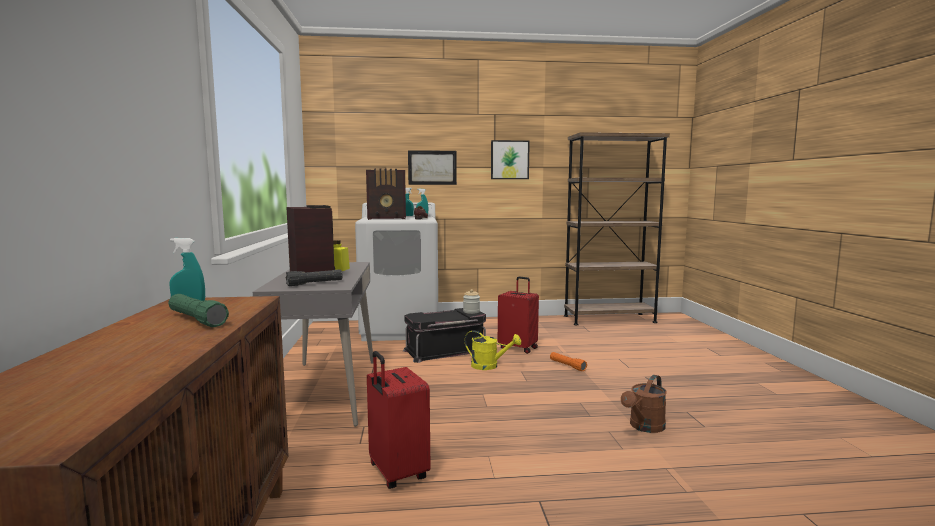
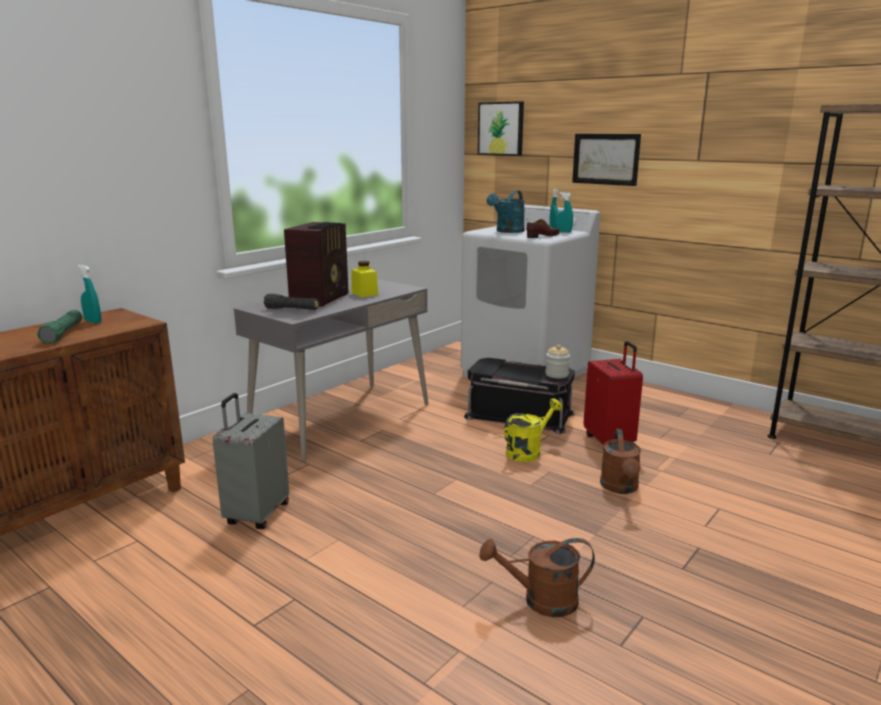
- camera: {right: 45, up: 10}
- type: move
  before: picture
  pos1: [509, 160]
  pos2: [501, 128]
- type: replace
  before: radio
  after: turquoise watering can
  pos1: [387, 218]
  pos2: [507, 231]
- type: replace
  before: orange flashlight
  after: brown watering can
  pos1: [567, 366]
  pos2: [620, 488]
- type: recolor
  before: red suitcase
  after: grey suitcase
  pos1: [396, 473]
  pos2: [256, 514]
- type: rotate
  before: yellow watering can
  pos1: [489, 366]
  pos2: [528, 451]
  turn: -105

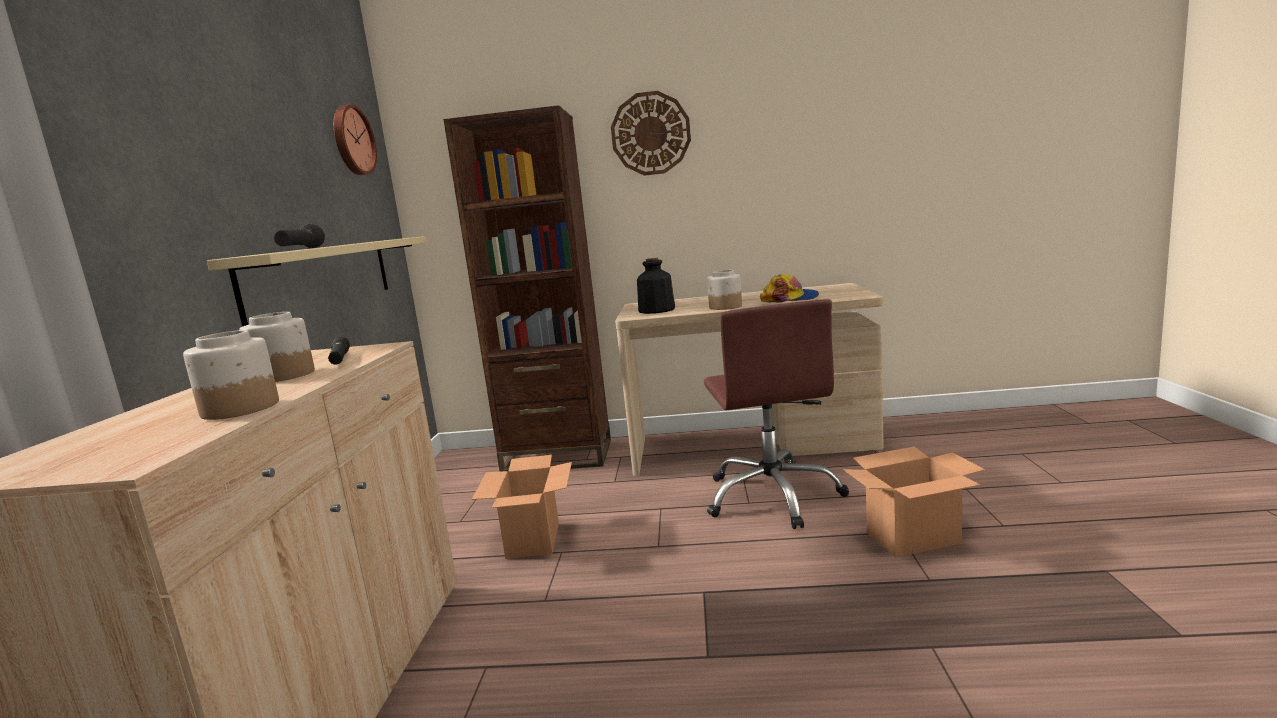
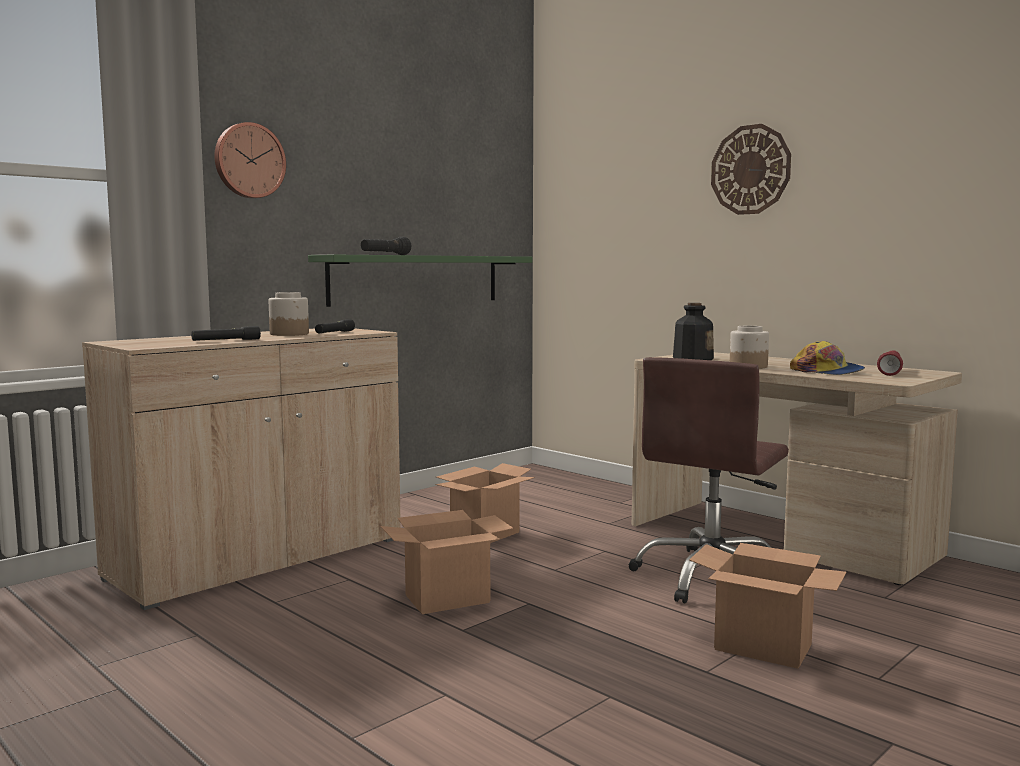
- camera: {right: 40, up: -5}
- type: delete
  before: brown bookcase
  pos1: [558, 456]
- type: insert
  after: cardboard box
  pos2: [448, 598]
- type: insert
  after: red flashlight
  pos2: [890, 372]
- type: move
  before: wall clock
  pos1: [352, 140]
  pos2: [248, 161]
- type: replace
  before: jar
  after: black flashlight
  pos1: [239, 409]
  pos2: [226, 340]
- type: recolor
  before: beige shelf
  after: green shelf
  pos1: [322, 277]
  pos2: [416, 279]

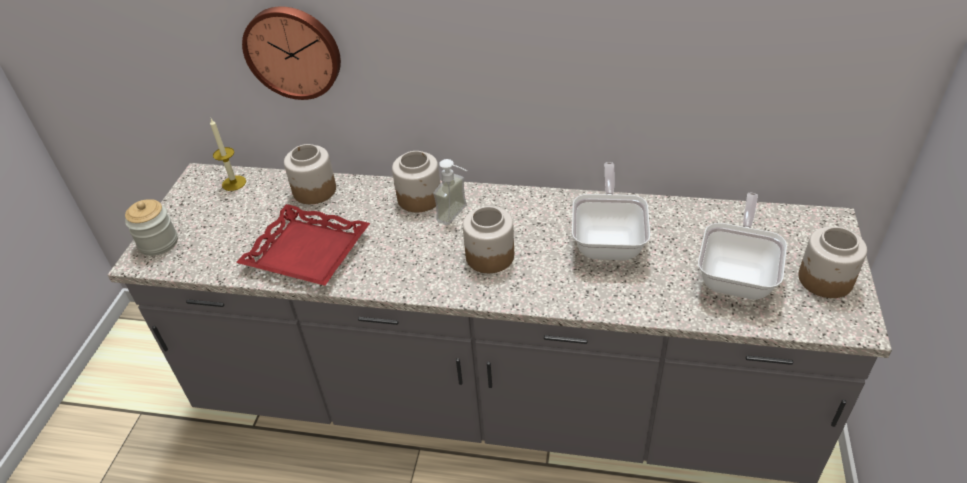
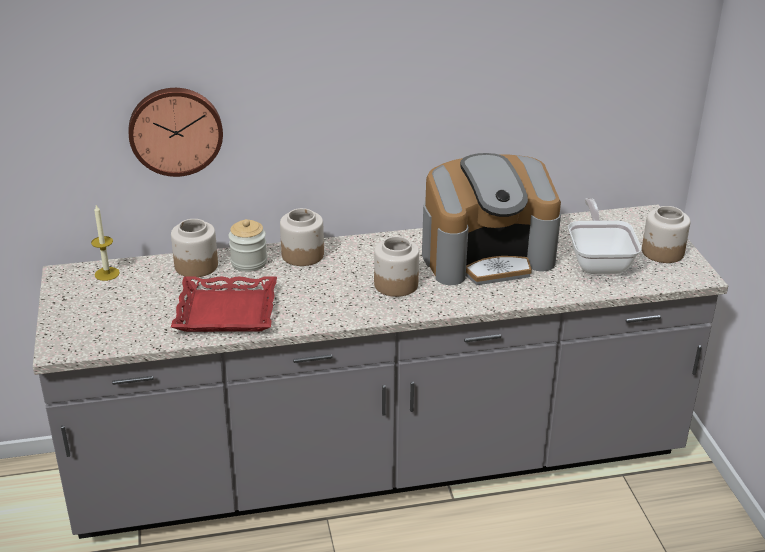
- camera: {right: -25, up: -10}
- type: delete
  before: soap dispenser
  pos1: [458, 216]
- type: move
  before: jar
  pos1: [158, 243]
  pos2: [249, 262]
- type: replace
  before: frying pan
  after: coffee machine
  pos1: [609, 240]
  pos2: [487, 256]

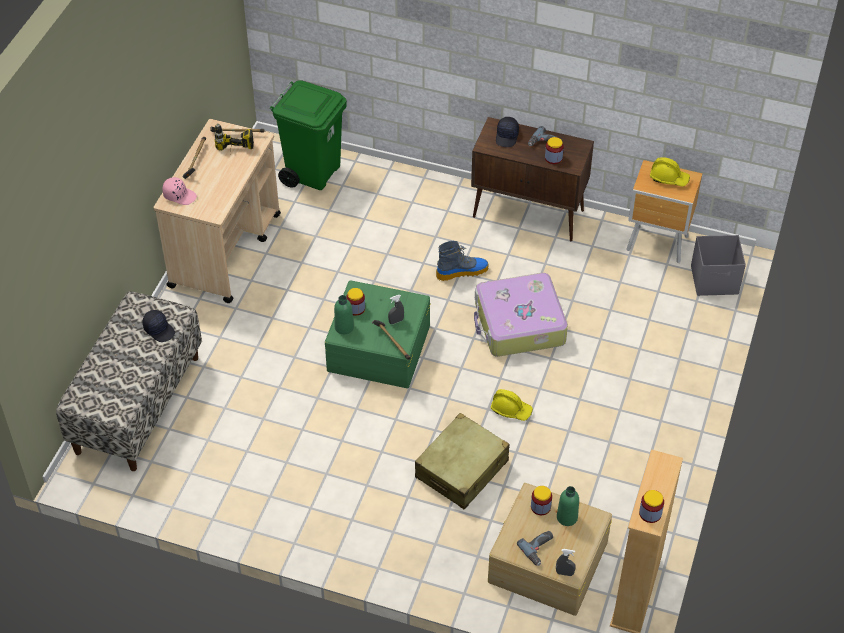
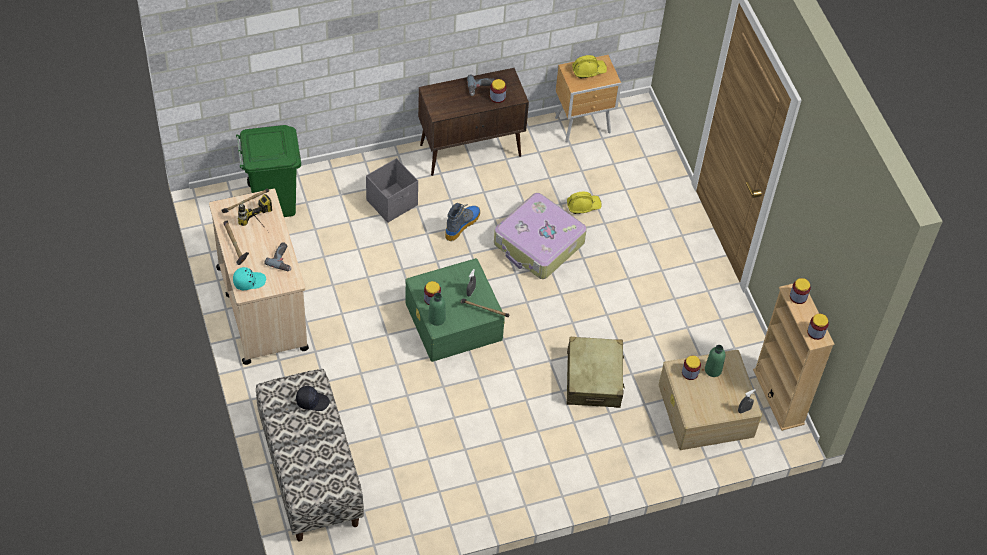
- camera: {right: -40, up: 5}
- type: delete
  before: black cap
  pos1: [507, 136]
- type: insert
  after: jar
  pos2: [798, 297]
- type: move
  before: yellow hard hat
  pos1: [511, 409]
  pos2: [583, 206]
- type: move
  before: power drill
  pos1: [540, 549]
  pos2: [283, 259]
- type: move
  before: grey storage box
  pos1: [715, 281]
  pos2: [392, 203]
- type: recolor
  before: pink cap
  after: turquoise cap
  pos1: [180, 195]
  pos2: [249, 281]

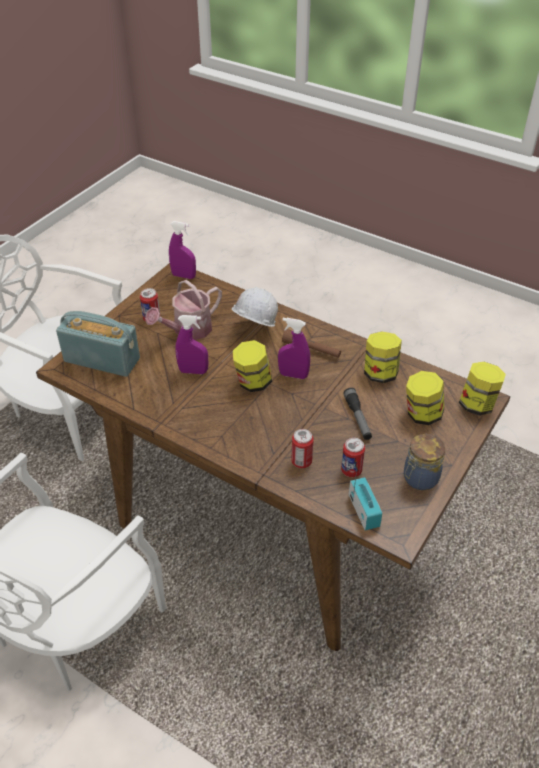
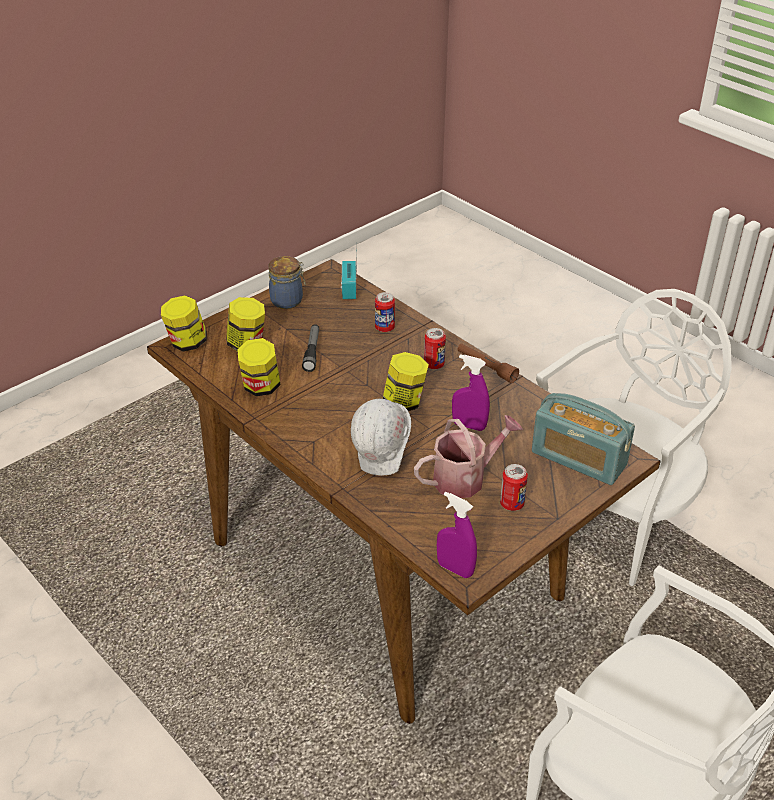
- camera: {right: -165, up: -5}
- type: delete
  before: purple spray bottle
  pos1: [293, 375]
- type: move
  before: brown flashlight
  pos1: [311, 350]
  pos2: [486, 367]
- type: move
  before: can
  pos1: [351, 470]
  pos2: [434, 364]

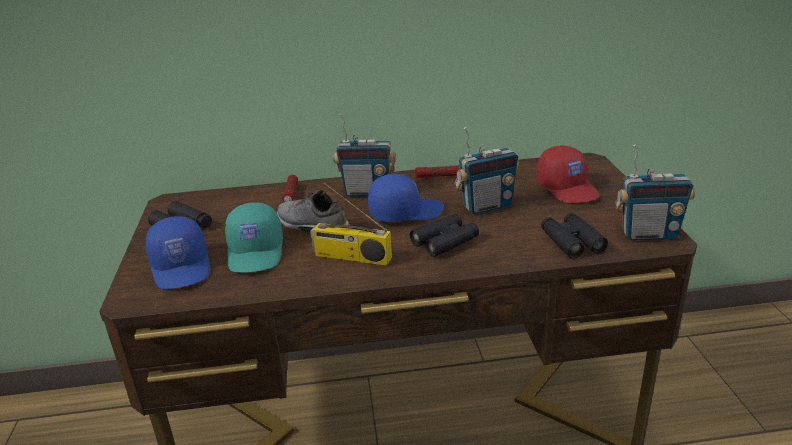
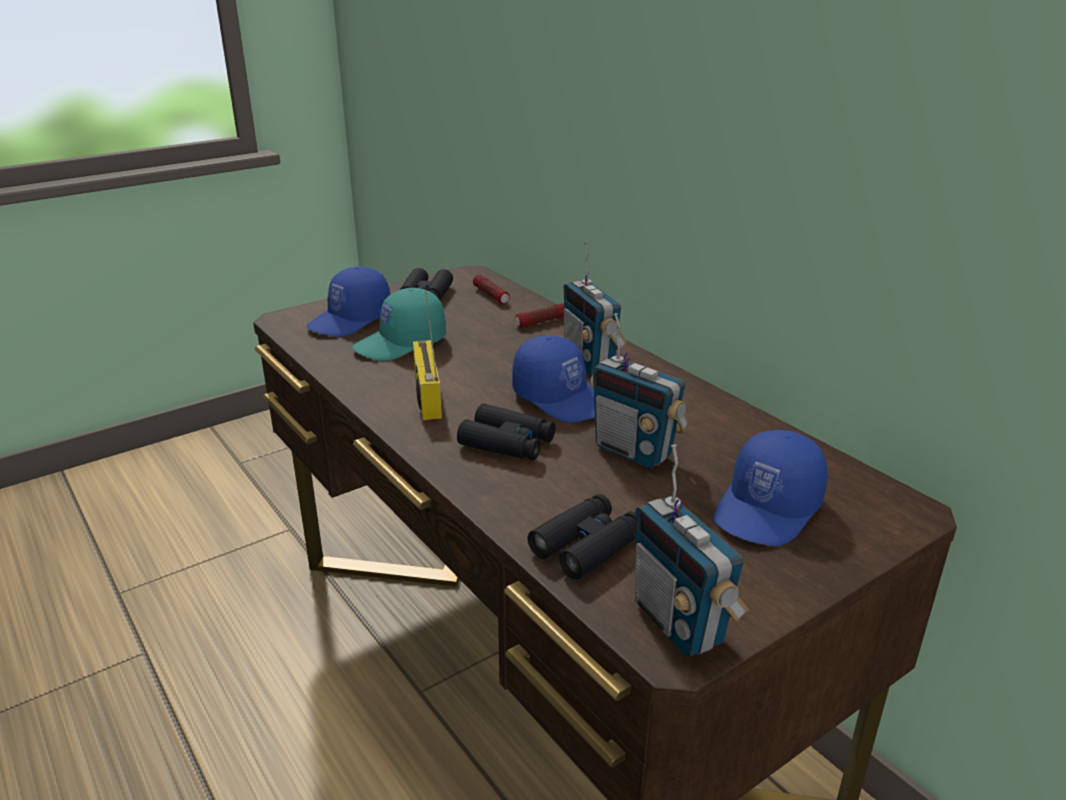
- camera: {right: 60, up: 0}
- type: delete
  before: grey shoe
  pos1: [311, 226]
- type: move
  before: flashlight
  pos1: [437, 176]
  pos2: [491, 295]
- type: recolor
  before: red cap
  after: blue cap
  pos1: [568, 188]
  pos2: [769, 510]

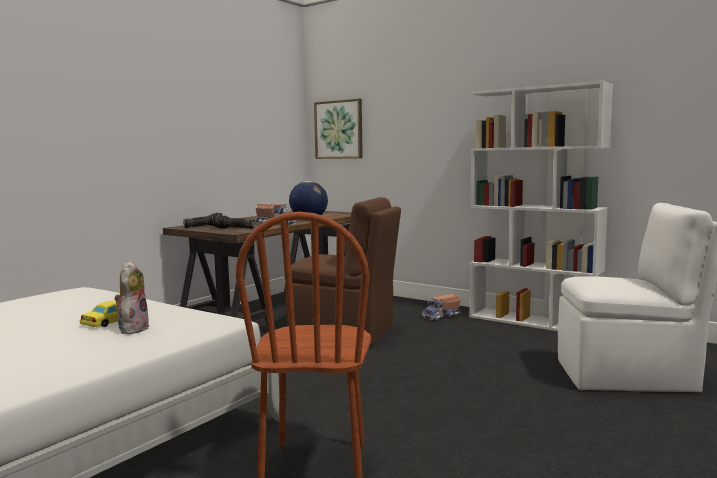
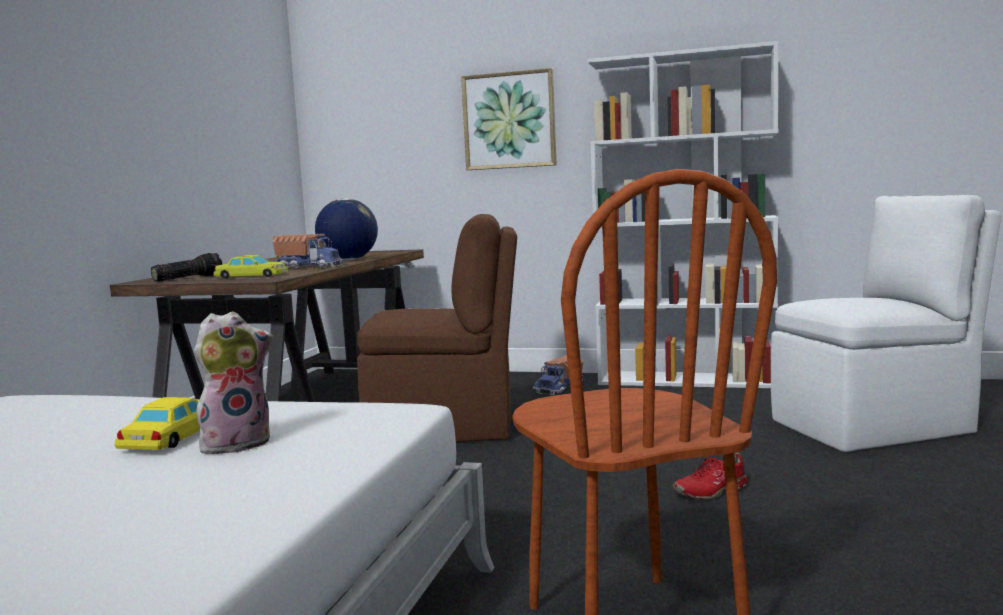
- camera: {right: -20, up: 0}
- type: insert
  after: red shoe
  pos2: [711, 491]
- type: move
  before: picture
  pos1: [339, 129]
  pos2: [509, 120]
- type: replace
  before: flashlight
  after: yellow toy car
  pos1: [234, 228]
  pos2: [251, 276]
- type: rotate
  before: plush toy
  pos1: [133, 329]
  pos2: [237, 443]
  turn: 75

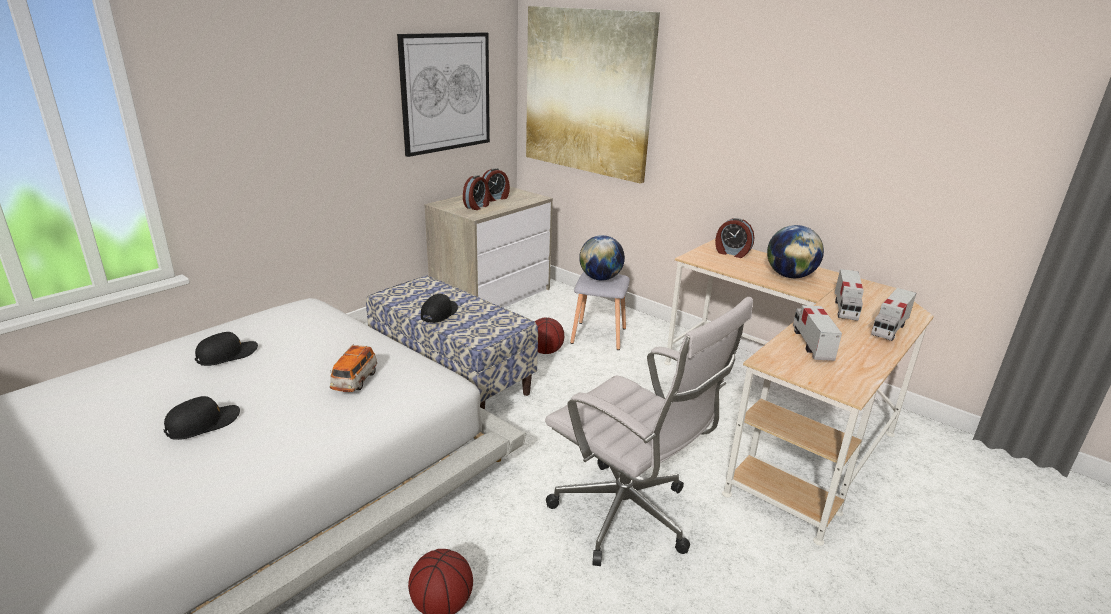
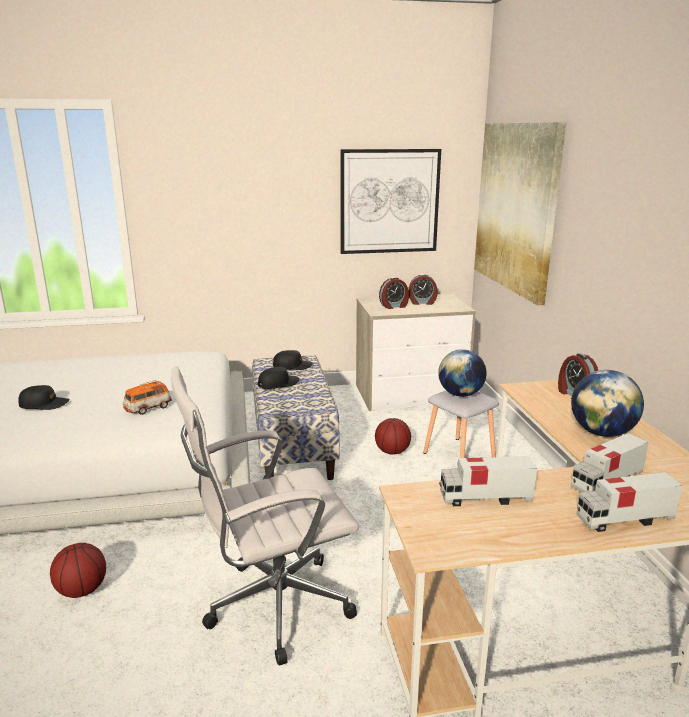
- camera: {right: 40, up: -5}
- type: move
  before: black cap
  pos1: [227, 355]
  pos2: [292, 366]
- type: rotate
  before: white office chair
  pos1: [628, 518]
  pos2: [272, 607]
  turn: 75
- type: rotate
  before: toy truck
  pos1: [812, 344]
  pos2: [484, 498]
  turn: -135

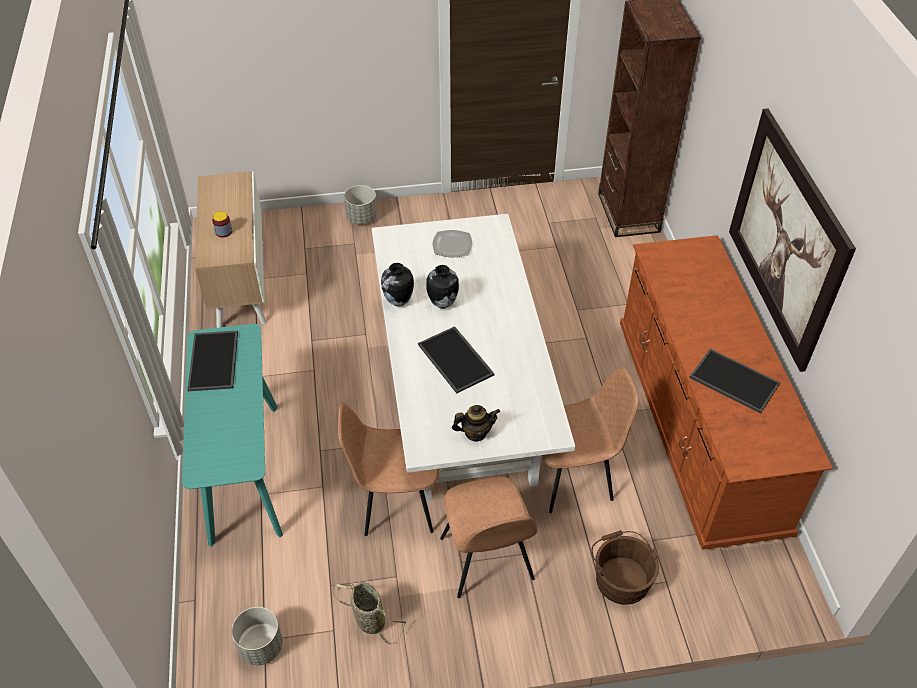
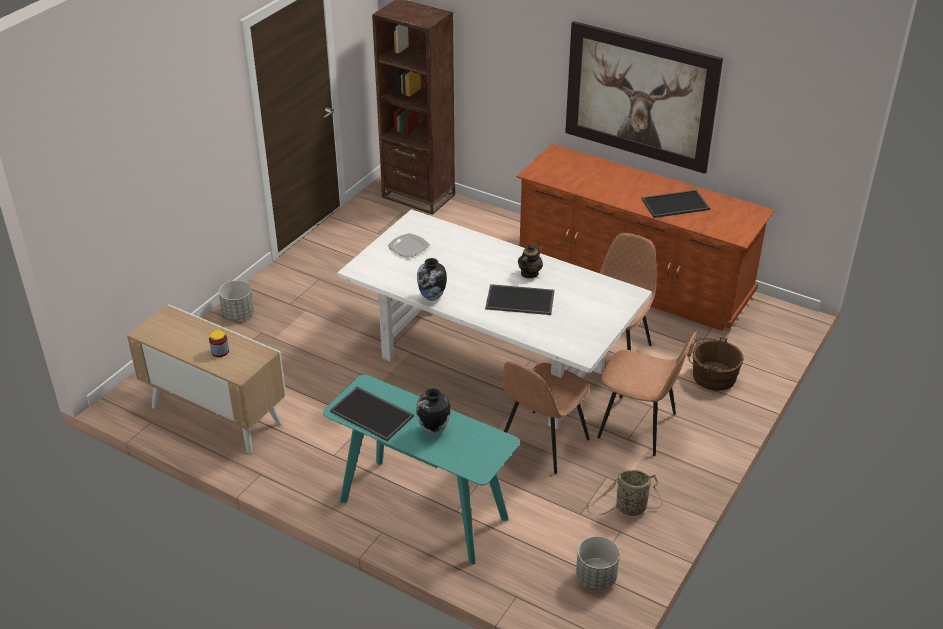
- camera: {right: -50, up: -10}
- type: move
  before: vase
  pos1: [442, 303]
  pos2: [433, 430]
- type: move
  before: teapot
  pos1: [475, 433]
  pos2: [529, 273]

